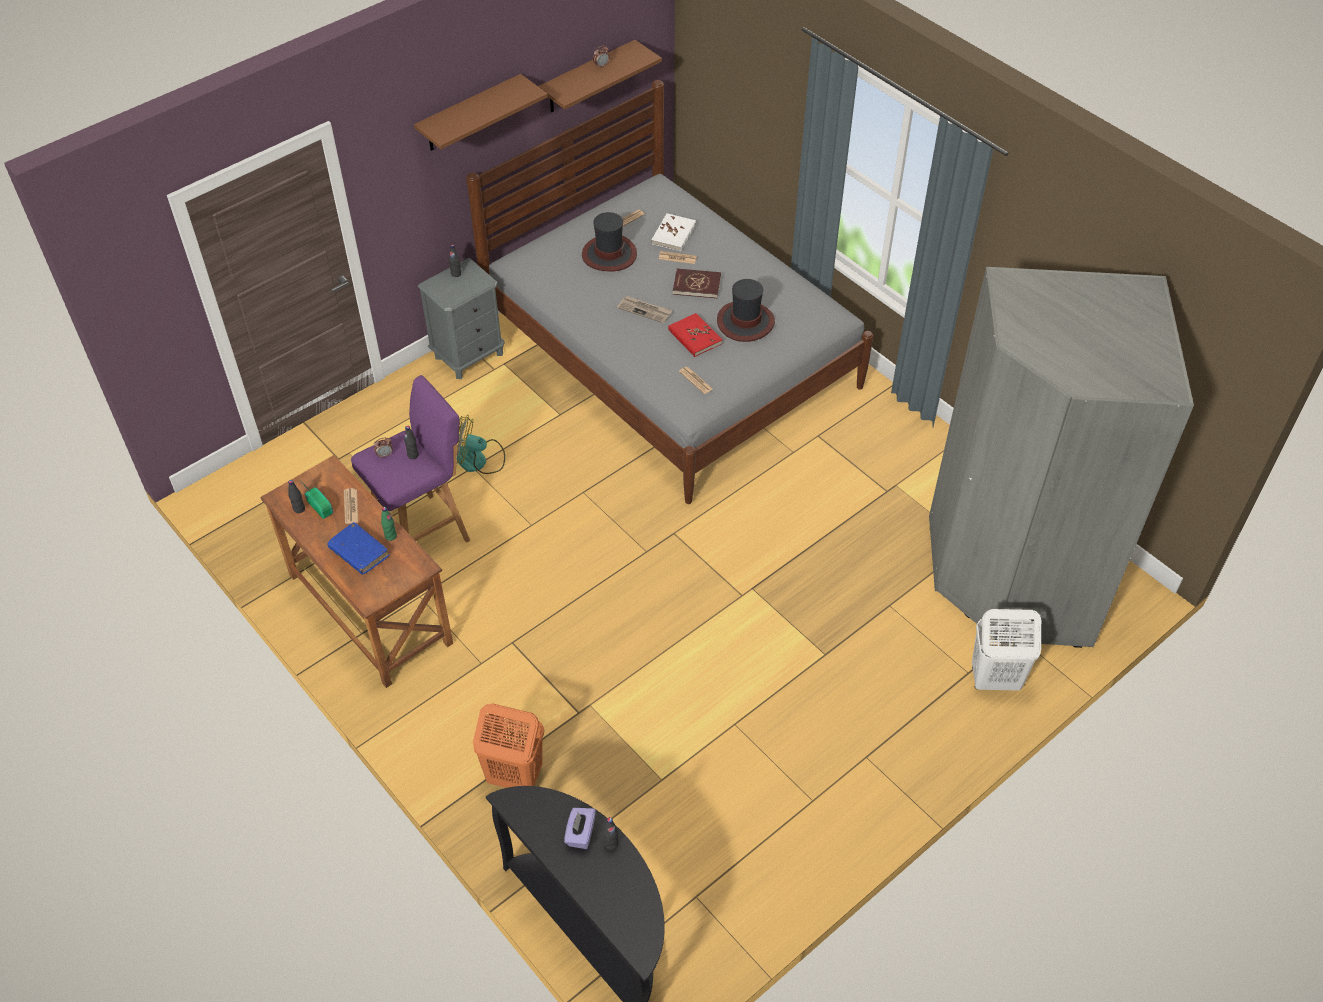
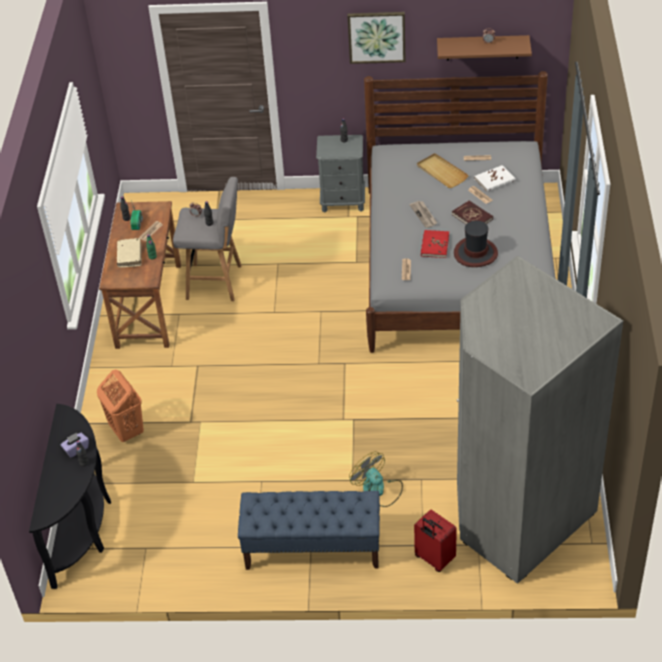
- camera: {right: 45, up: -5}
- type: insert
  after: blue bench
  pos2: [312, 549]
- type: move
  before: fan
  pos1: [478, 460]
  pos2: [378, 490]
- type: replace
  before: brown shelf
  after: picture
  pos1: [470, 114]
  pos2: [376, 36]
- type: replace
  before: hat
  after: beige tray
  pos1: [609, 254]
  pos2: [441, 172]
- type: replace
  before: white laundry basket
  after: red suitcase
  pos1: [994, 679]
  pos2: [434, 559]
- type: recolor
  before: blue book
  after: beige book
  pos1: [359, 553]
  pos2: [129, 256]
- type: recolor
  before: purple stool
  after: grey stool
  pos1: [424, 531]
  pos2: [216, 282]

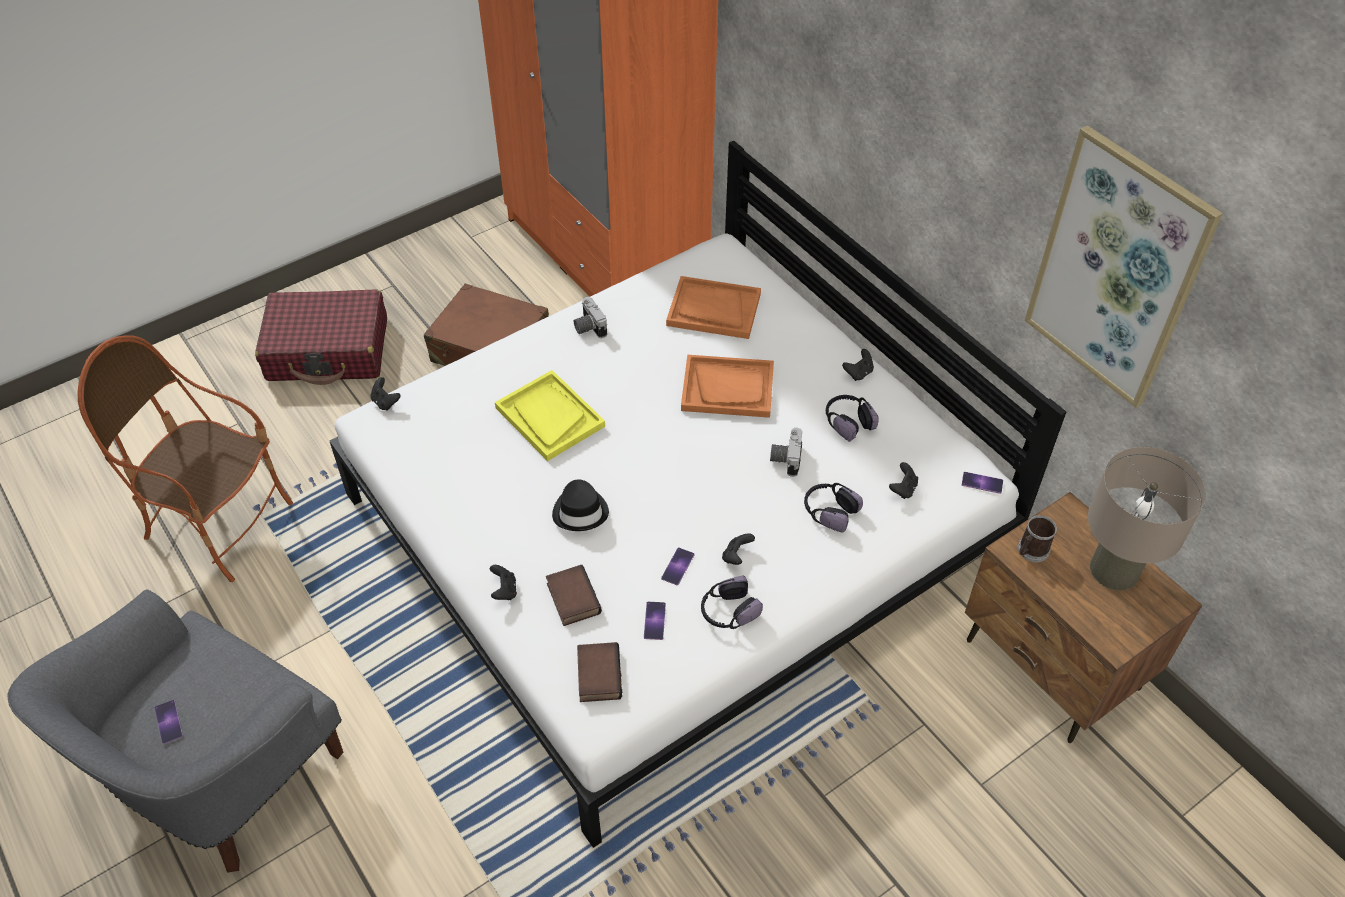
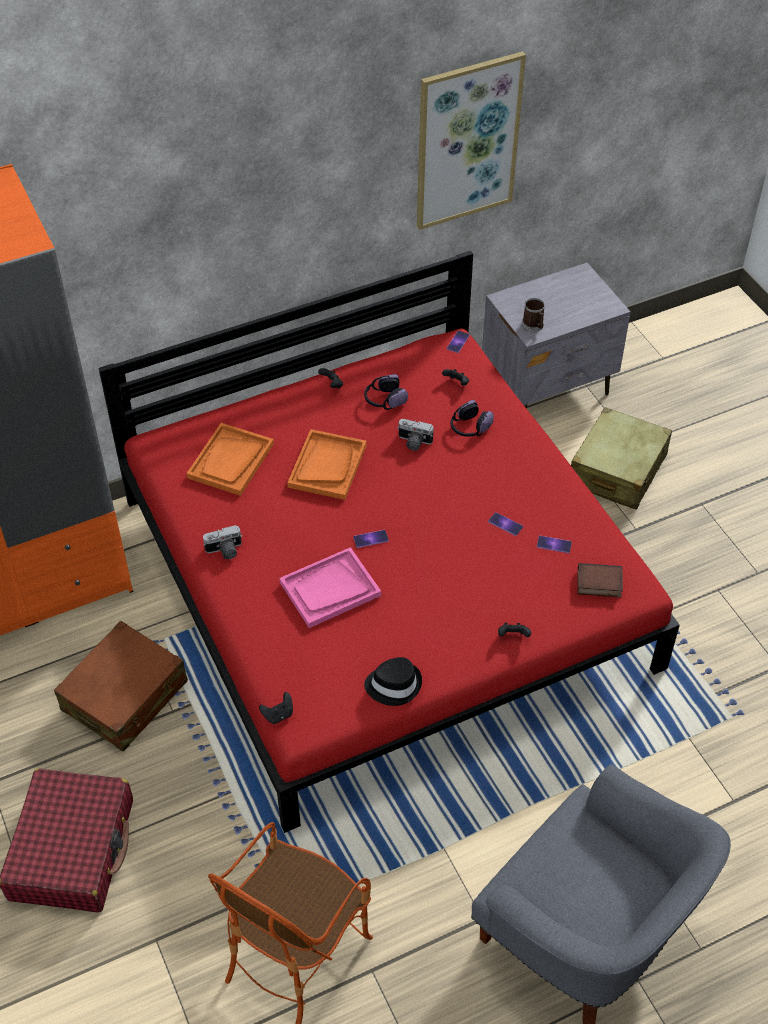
- camera: {right: -80, up: 0}
- type: delete
  before: book
  pos1: [571, 598]
- type: delete
  before: headphones
  pos1: [728, 612]
- type: delete
  before: black game controller
  pos1: [736, 556]
- type: delete
  before: beige table lamp
  pos1: [1114, 570]
- type: insert
  after: beige suitcase
  pos2: [617, 470]
- type: move
  before: phone
  pos1: [168, 722]
  pos2: [370, 539]
- type: move
  before: black hat
  pos1: [581, 511]
  pos2: [393, 684]
- type: recolor
  before: white bed
  after: red bed
  pos1: [673, 529]
  pos2: [384, 581]
- type: recolor
  before: yellow tray
  after: pink tray
  pos1: [549, 417]
  pos2: [330, 589]
- type: recolor
  before: brown nightstand
  after: grey nightstand
  pos1: [1052, 666]
  pos2: [548, 387]

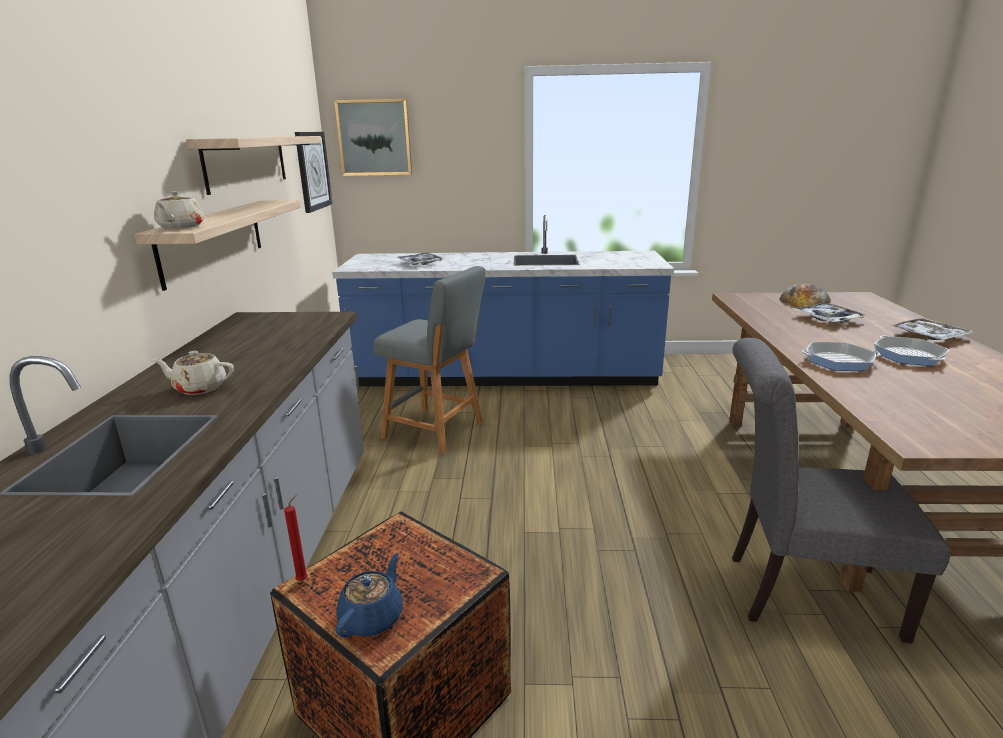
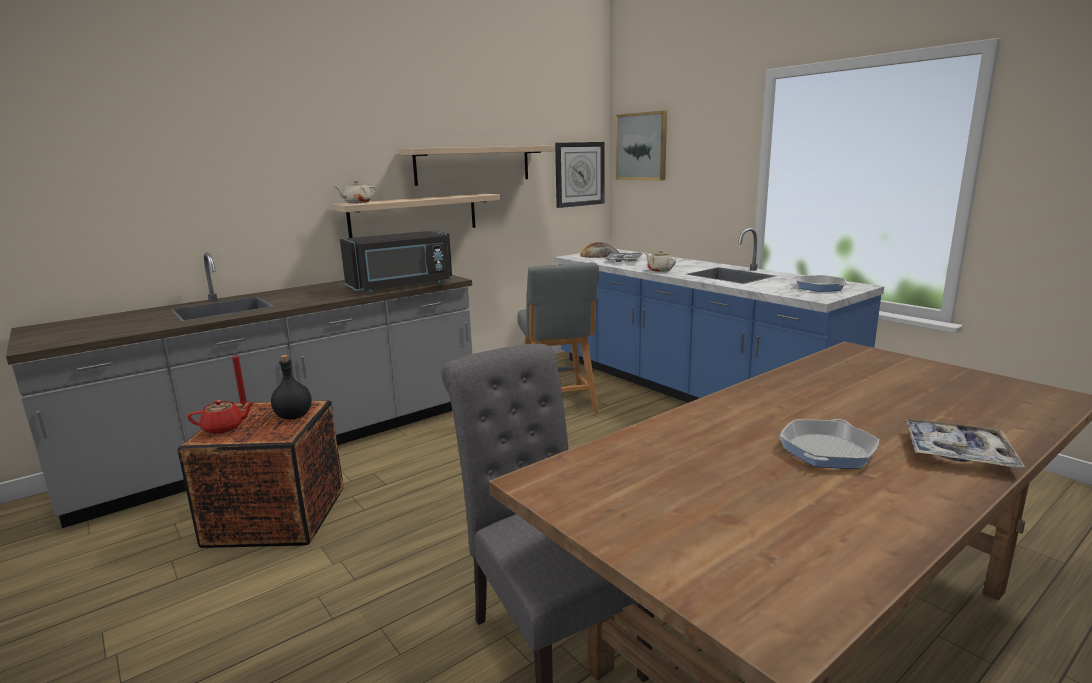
- camera: {right: 50, up: -5}
- type: delete
  before: tray
  pos1: [828, 319]
- type: insert
  after: black bottle
  pos2: [293, 416]
- type: insert
  after: black microwave
  pos2: [401, 286]
- type: move
  before: beige teapot
  pos1: [199, 388]
  pos2: [659, 270]
- type: move
  before: bread
  pos1: [805, 300]
  pos2: [599, 255]
- type: move
  before: frying pan
  pos1: [838, 361]
  pos2: [820, 287]
- type: recolor
  before: blue teapot
  after: red teapot
  pos1: [372, 617]
  pos2: [224, 428]

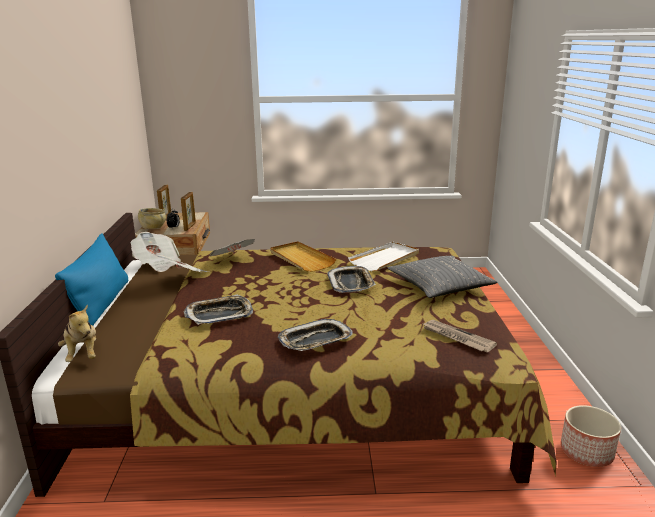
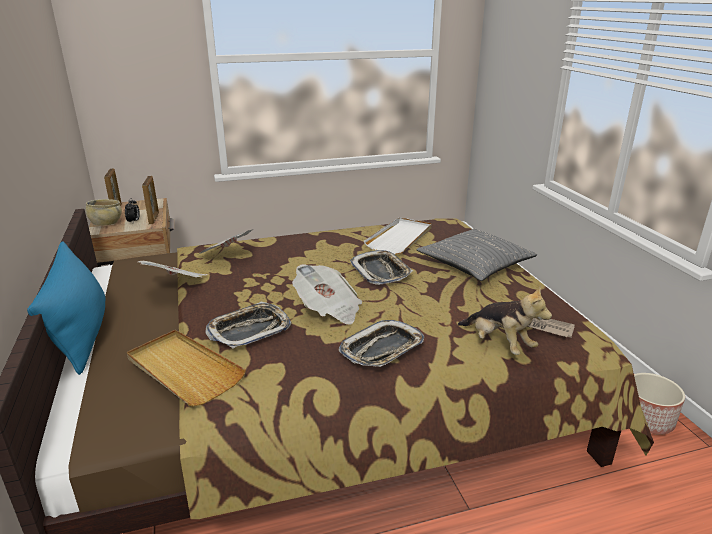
- camera: {right: -15, up: 5}
- type: move
  before: plush toy
  pos1: [82, 354]
  pos2: [499, 344]
- type: move
  before: newspaper
  pos1: [157, 263]
  pos2: [329, 309]
- type: move
  before: beige tray
  pos1: [301, 259]
  pos2: [183, 370]

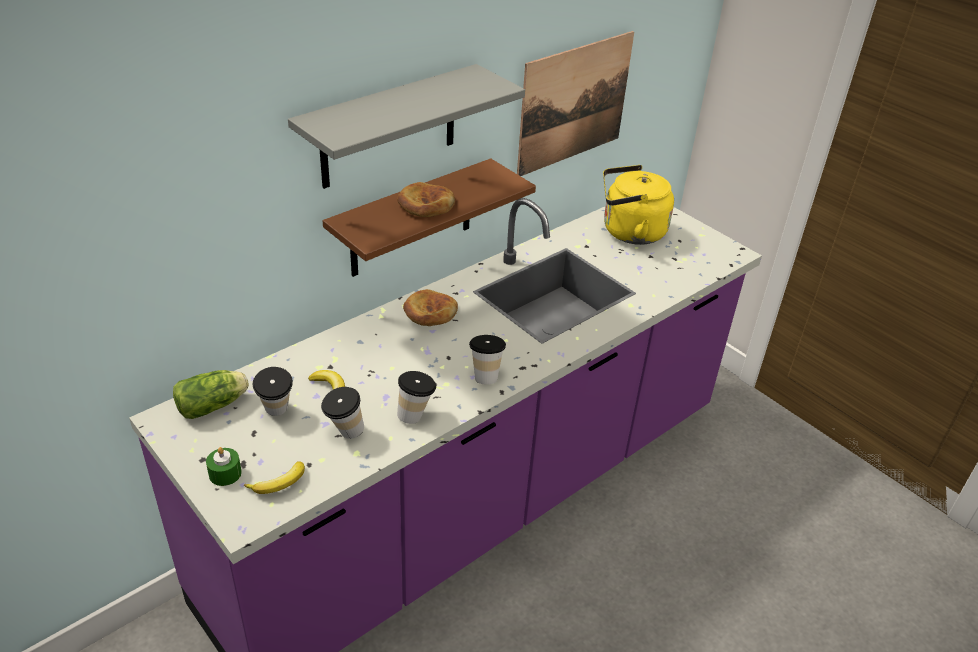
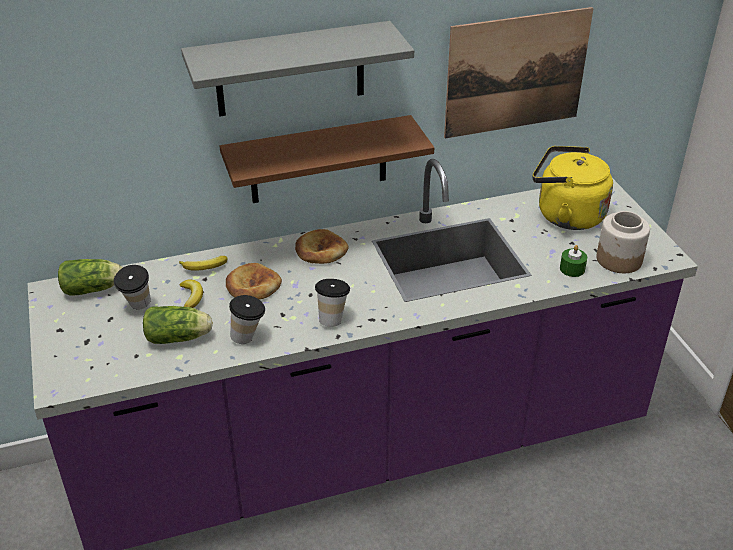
- camera: {right: 25, up: 0}
- type: insert
  after: jar
  pos2: [619, 259]
- type: move
  before: green candle
  pos1: [225, 473]
  pos2: [572, 269]
- type: move
  before: banana
  pos1: [279, 484]
  pos2: [204, 268]
- type: move
  before: bread
  pos1: [425, 204]
  pos2: [252, 286]
- type: replace
  before: cup
  after: lettuce
  pos1: [344, 433]
  pos2: [180, 337]

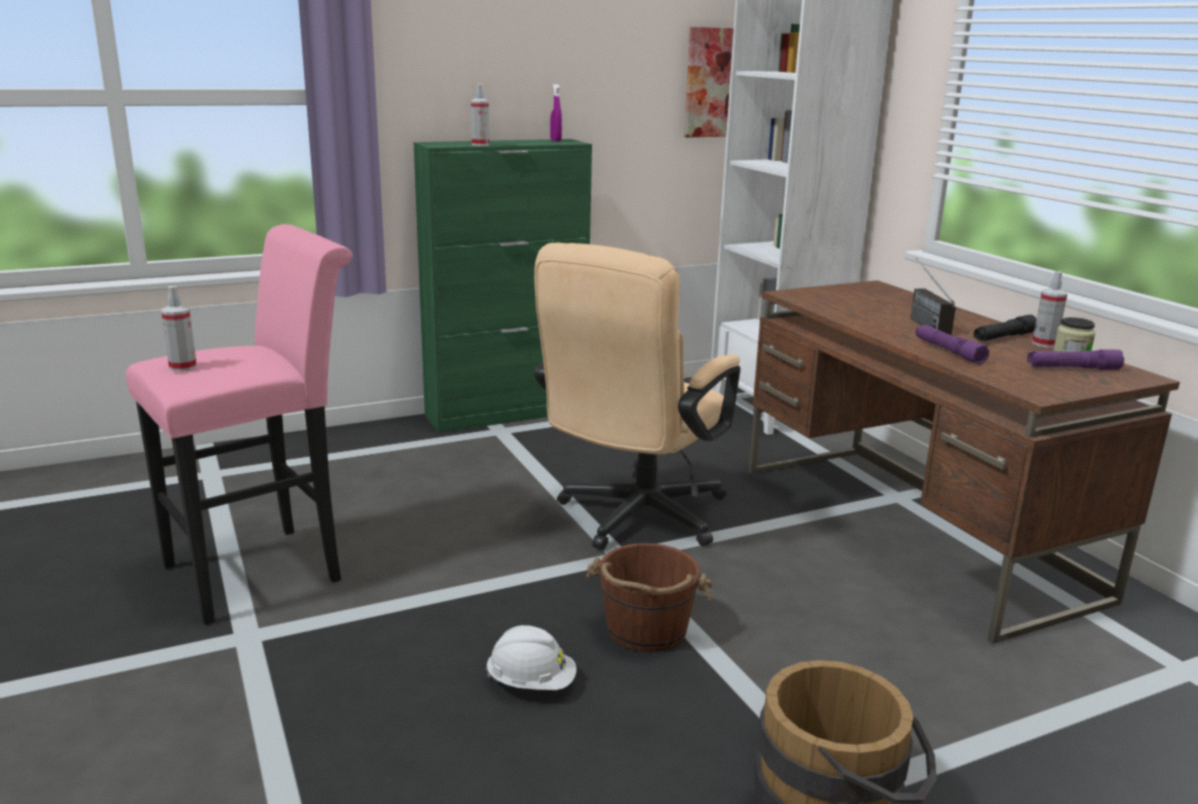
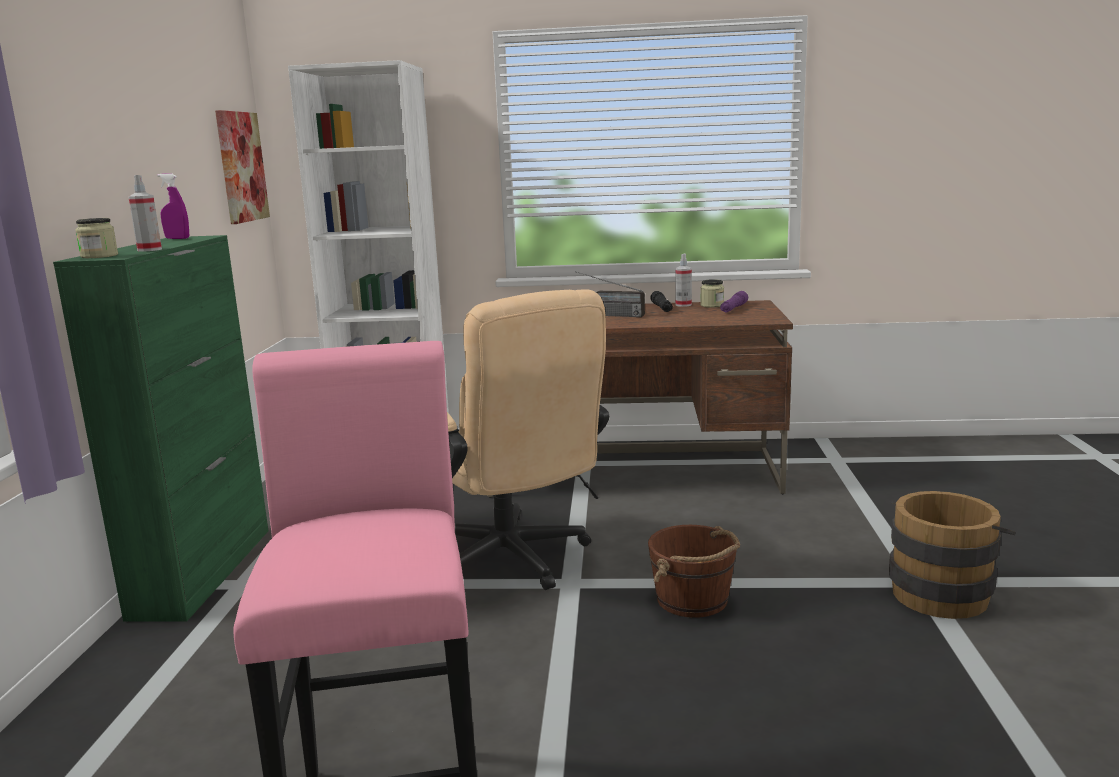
- camera: {right: -60, up: -5}
- type: delete
  before: spray bottle
  pos1: [183, 367]
- type: delete
  before: white hard hat
  pos1: [531, 683]
- type: delete
  before: purple flashlight
  pos1: [948, 351]
- type: insert
  after: jar
  pos2: [99, 256]

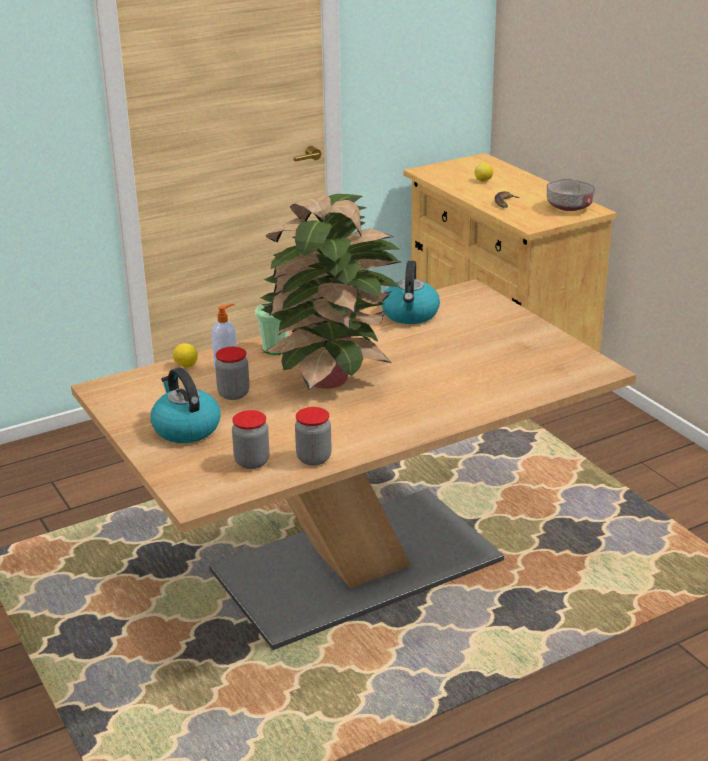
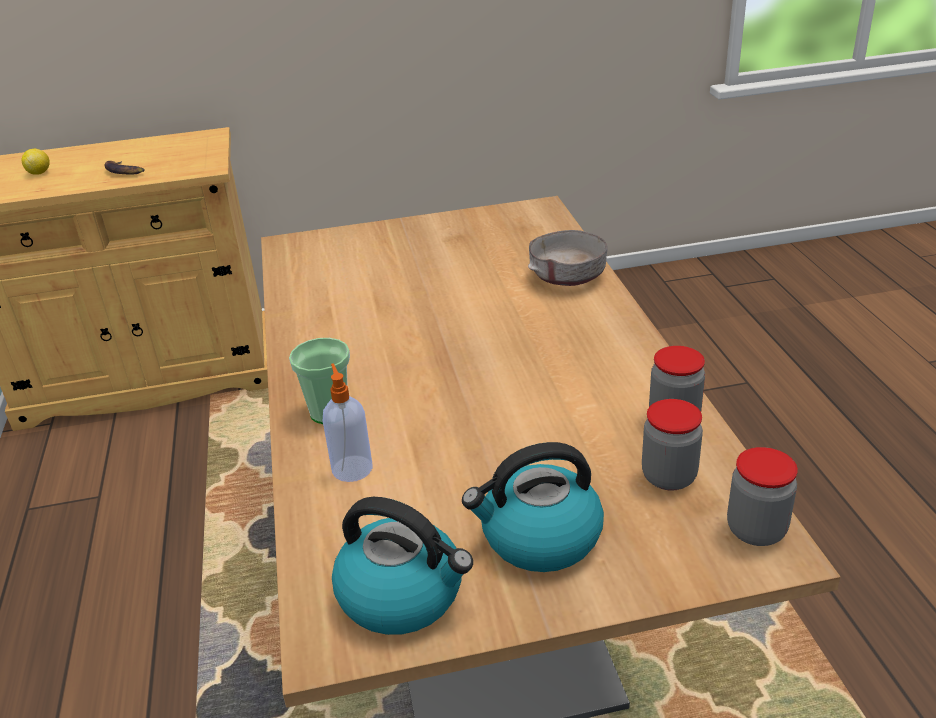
- camera: {right: -70, up: 5}
- type: delete
  before: lemon
  pos1: [185, 366]
- type: delete
  before: potted plant
  pos1: [332, 379]
- type: move
  before: jar
  pos1: [233, 394]
  pos2: [756, 530]
- type: move
  before: kettle
  pos1: [410, 315]
  pos2: [403, 594]
- type: move
  before: grey bowl
  pos1: [569, 208]
  pos2: [568, 278]

